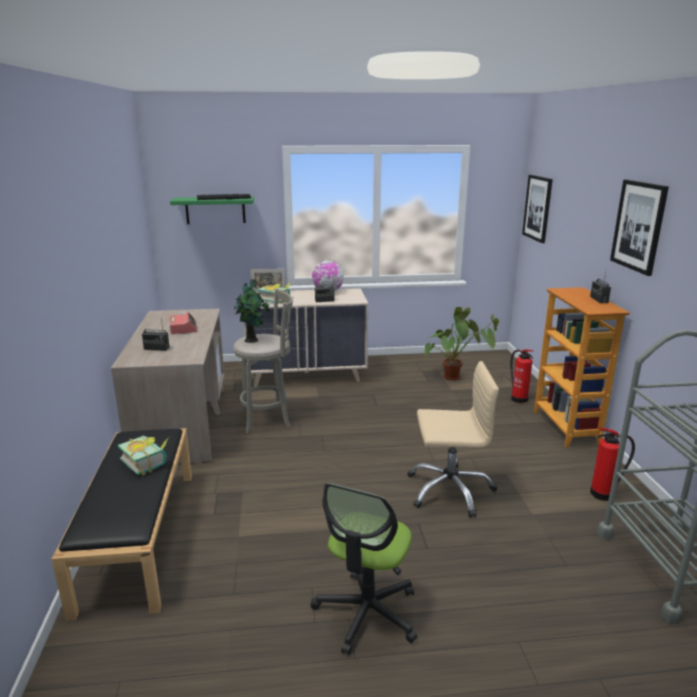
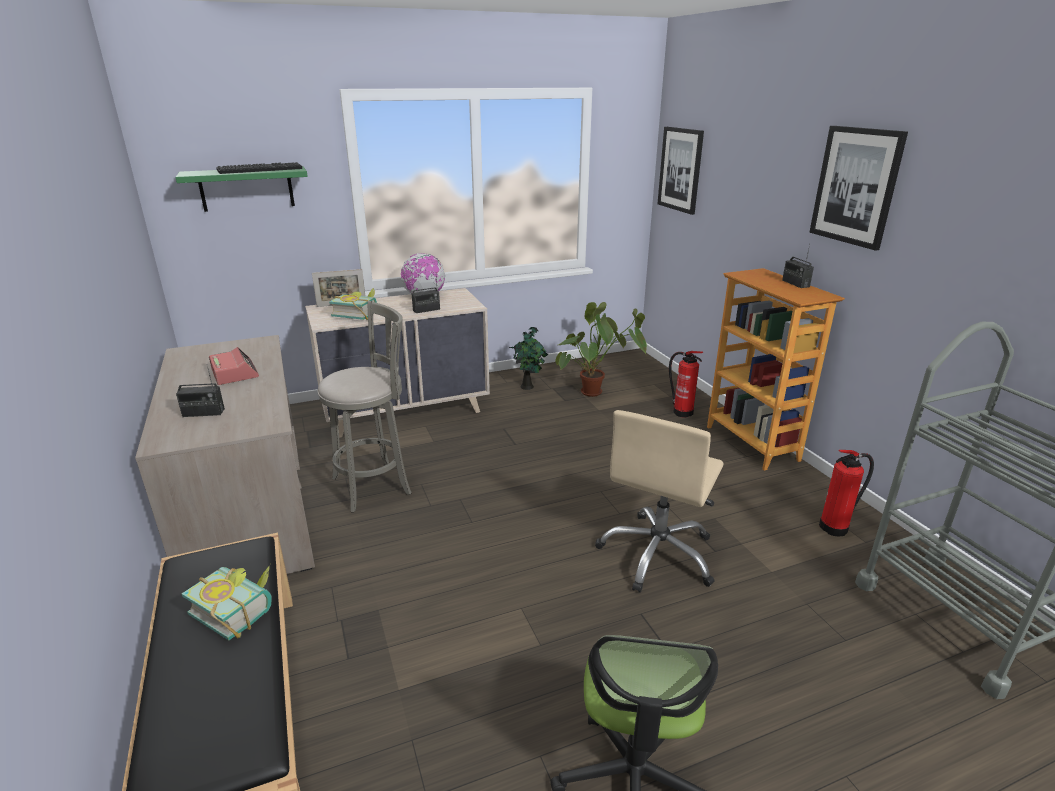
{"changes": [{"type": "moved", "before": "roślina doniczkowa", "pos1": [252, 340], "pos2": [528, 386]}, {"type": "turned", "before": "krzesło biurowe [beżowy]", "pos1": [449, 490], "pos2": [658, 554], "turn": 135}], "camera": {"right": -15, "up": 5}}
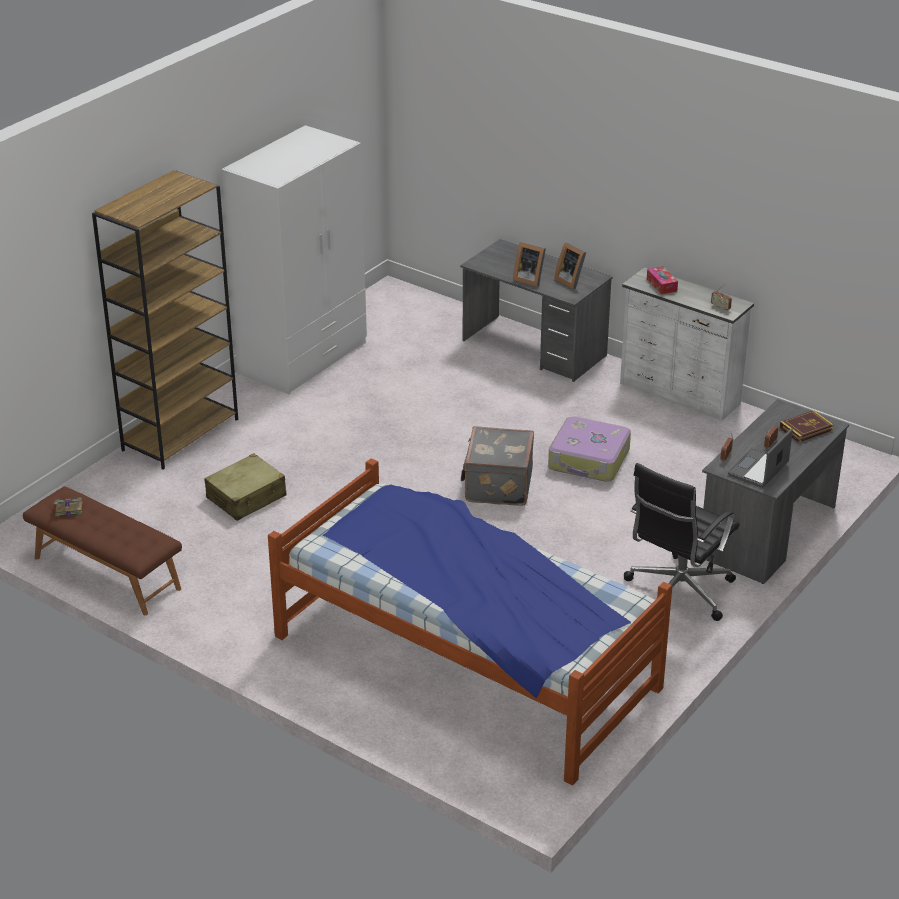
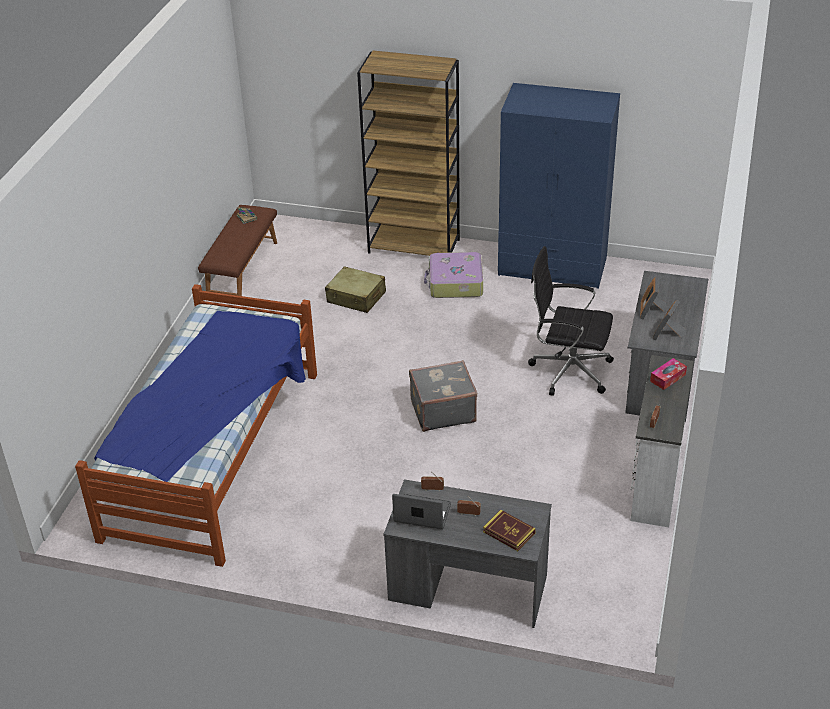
{"changes": [{"type": "moved", "before": "walizka", "pos1": [589, 460], "pos2": [455, 283]}, {"type": "recoloured", "before": "szafa [biały]", "after": "szafa [niebieski]", "pos1": [304, 358], "pos2": [553, 267]}, {"type": "moved", "before": "krzesło biurowe [czarny]", "pos1": [677, 593], "pos2": [568, 370]}], "camera": {"right": 70, "up": 5}}
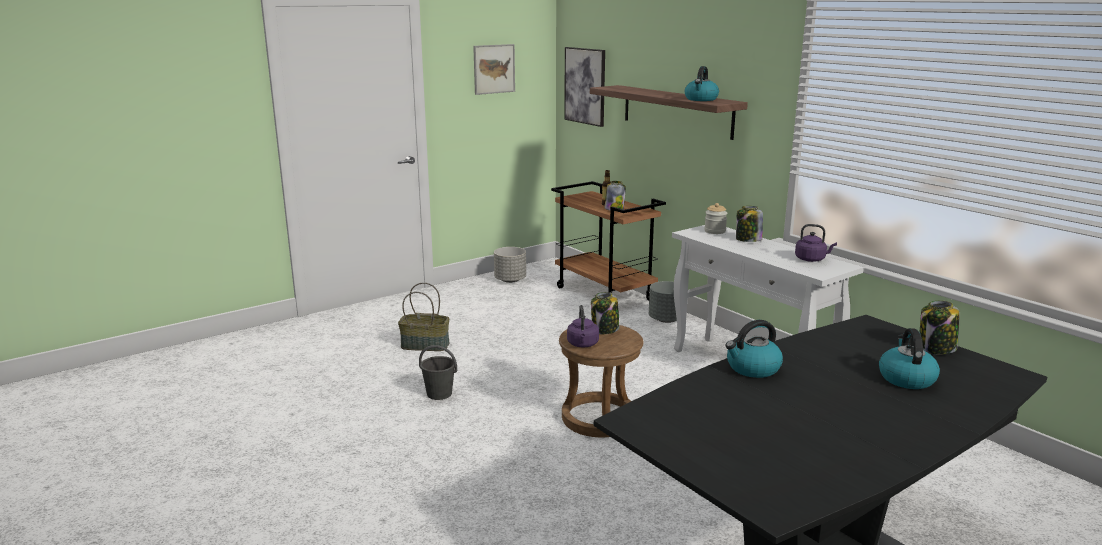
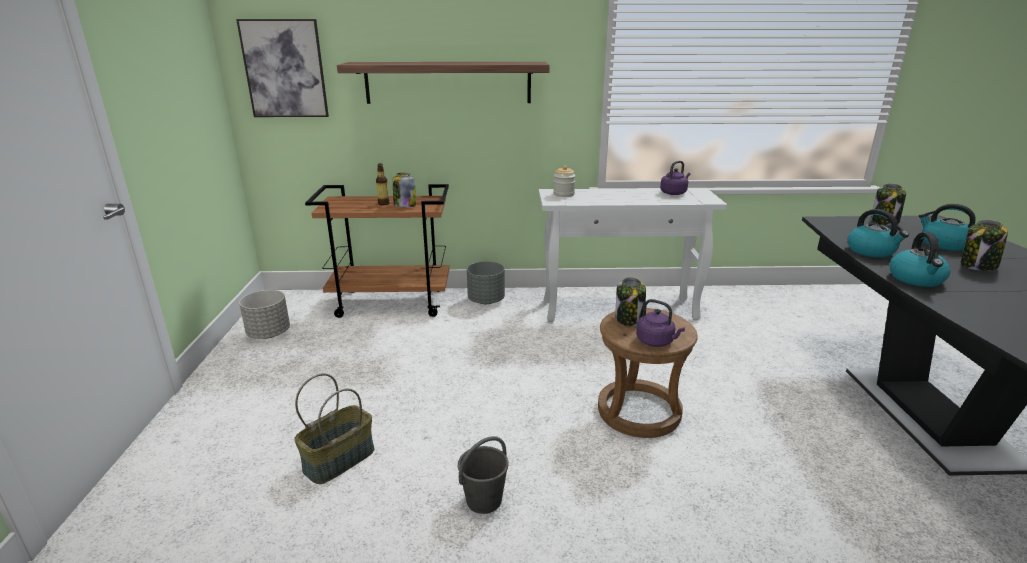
{"changes": [{"type": "moved", "before": "czajnik", "pos1": [701, 99], "pos2": [871, 251]}, {"type": "moved", "before": "słoik", "pos1": [748, 240], "pos2": [978, 266]}, {"type": "removed", "before": "obraz", "pos1": [494, 69]}], "camera": {"right": -55, "up": 5}}
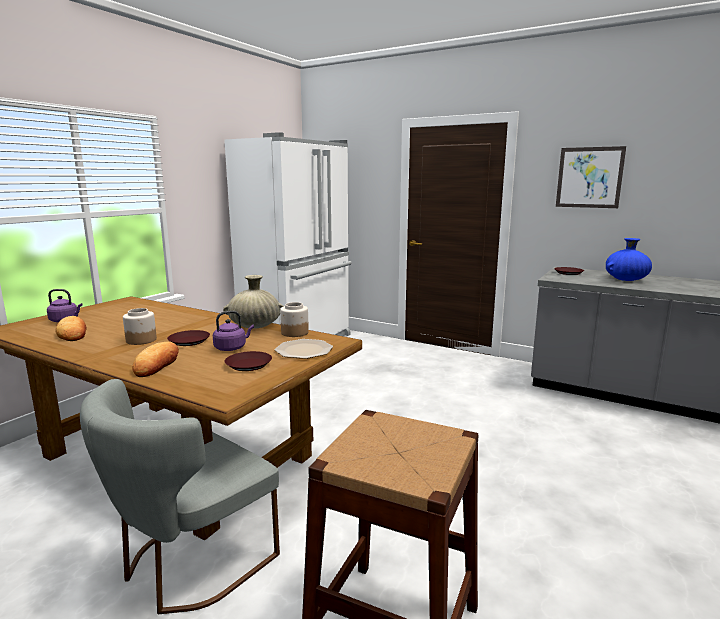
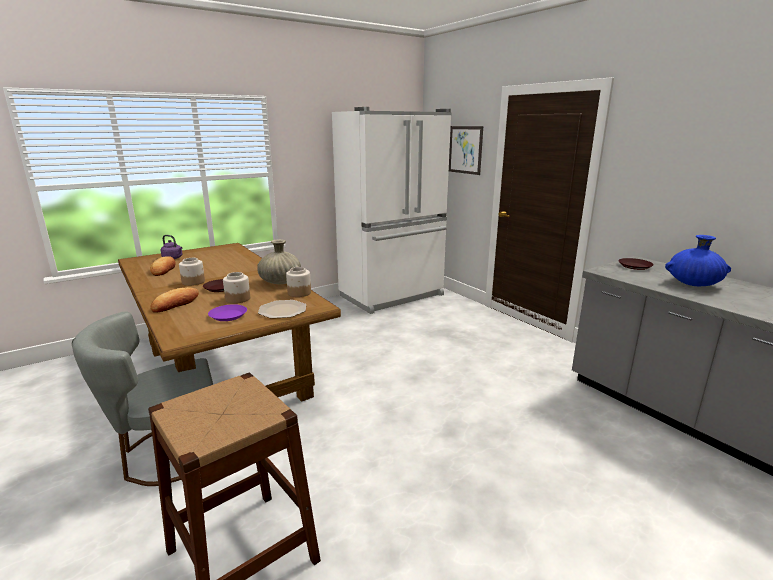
{"changes": [{"type": "recoloured", "before": "talerz [brązowy]", "after": "talerz [fioletowy]", "pos1": [248, 365], "pos2": [228, 316]}, {"type": "replaced", "before": "czajnik [fioletowy]", "after": "słoik", "pos1": [232, 348], "pos2": [238, 299]}, {"type": "moved", "before": "obraz", "pos1": [589, 177], "pos2": [465, 150]}], "camera": {"right": 25, "up": 5}}
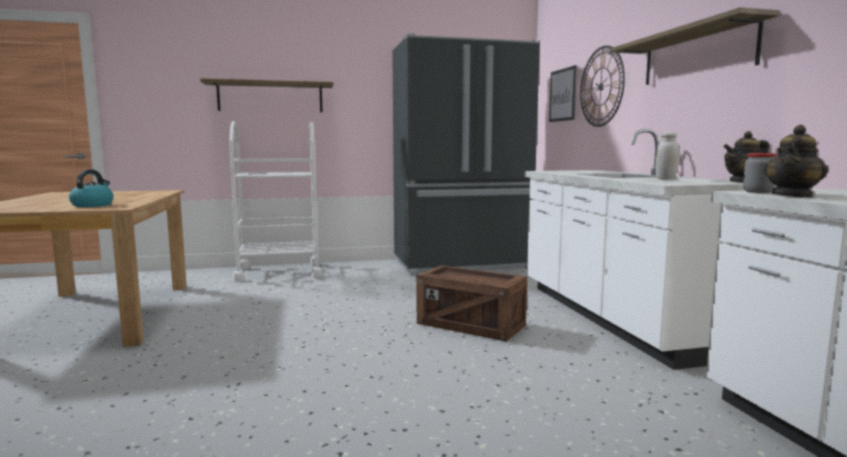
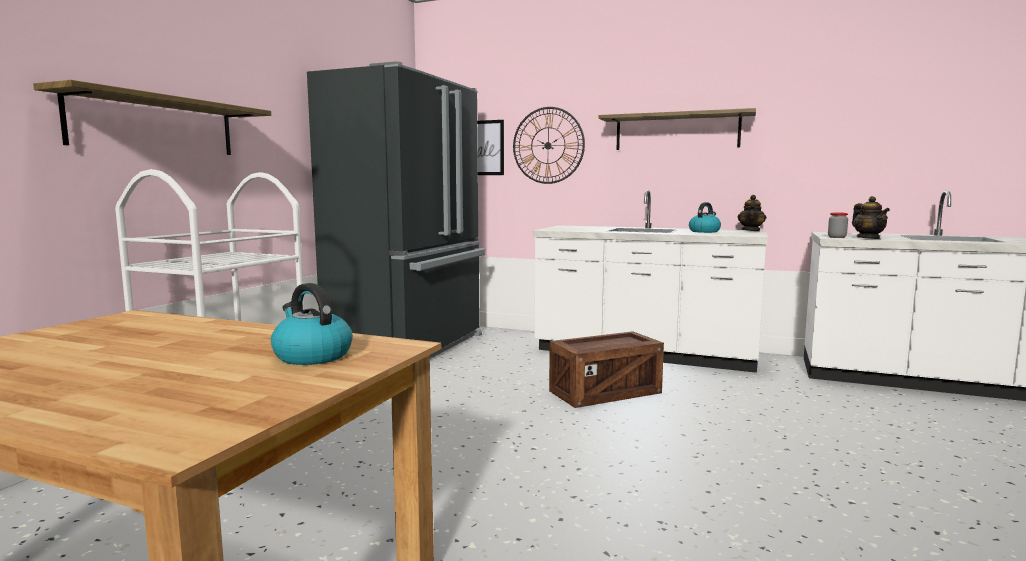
{"changes": [{"type": "replaced", "before": "słoik [biały]", "after": "czajnik", "pos1": [665, 179], "pos2": [704, 231]}], "camera": {"right": -55, "up": 0}}
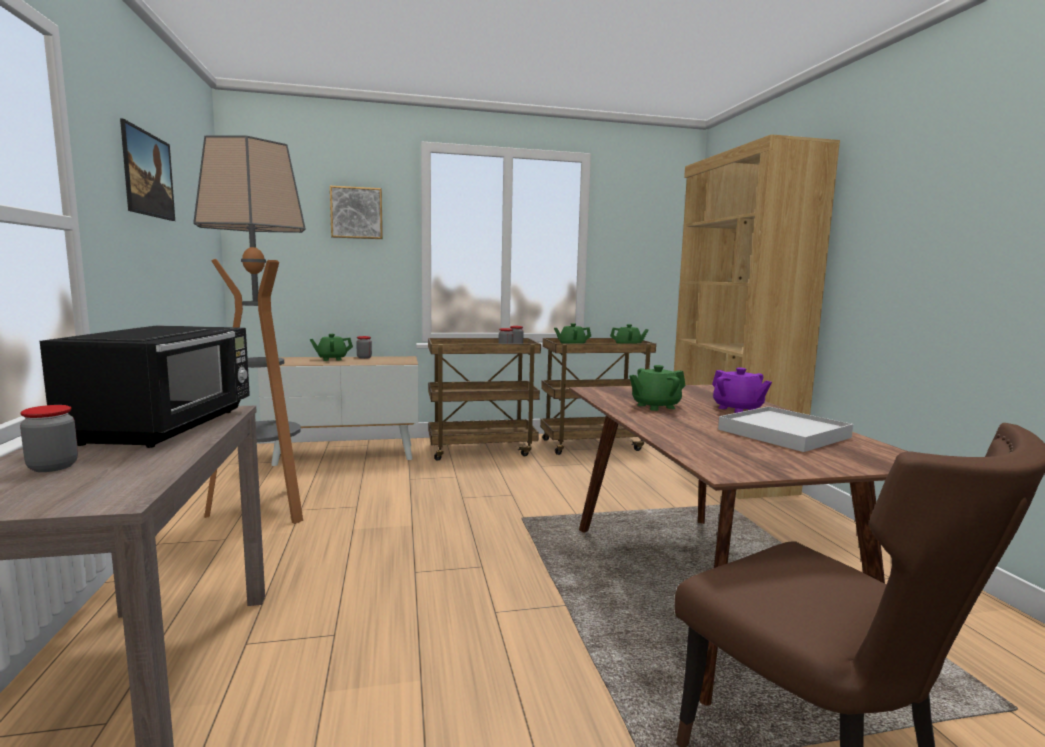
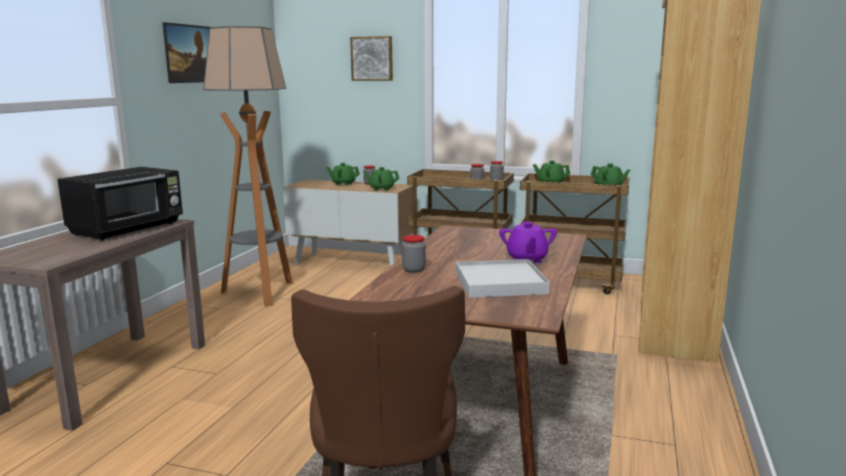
{"changes": [{"type": "moved", "before": "imbryk [zielony]", "pos1": [655, 406], "pos2": [381, 189]}, {"type": "moved", "before": "słoik", "pos1": [53, 467], "pos2": [413, 269]}], "camera": {"right": 30, "up": 5}}
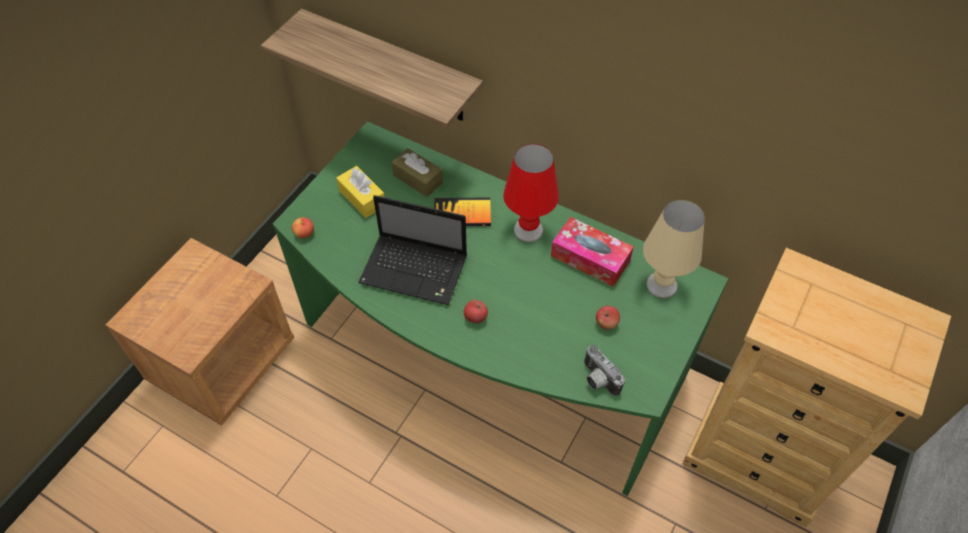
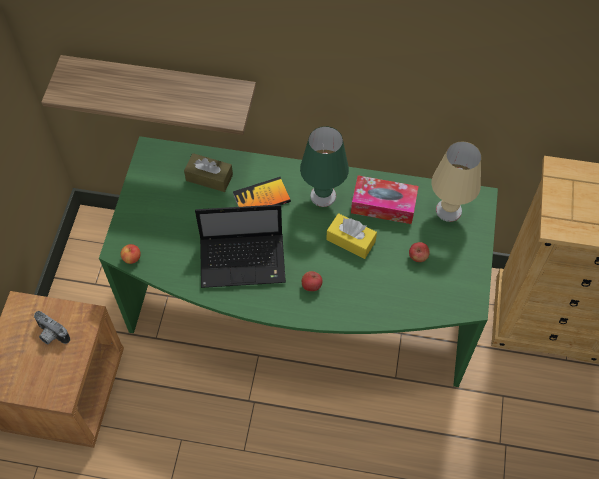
{"changes": [{"type": "moved", "before": "aparat fotograficzny", "pos1": [597, 380], "pos2": [51, 335]}, {"type": "recoloured", "before": "lampa stołowa [czerwony]", "after": "lampa stołowa [zielony]", "pos1": [528, 229], "pos2": [323, 195]}, {"type": "moved", "before": "pudełko chusteczek [żółty]", "pos1": [362, 198], "pos2": [350, 240]}], "camera": {"right": -20, "up": 5}}
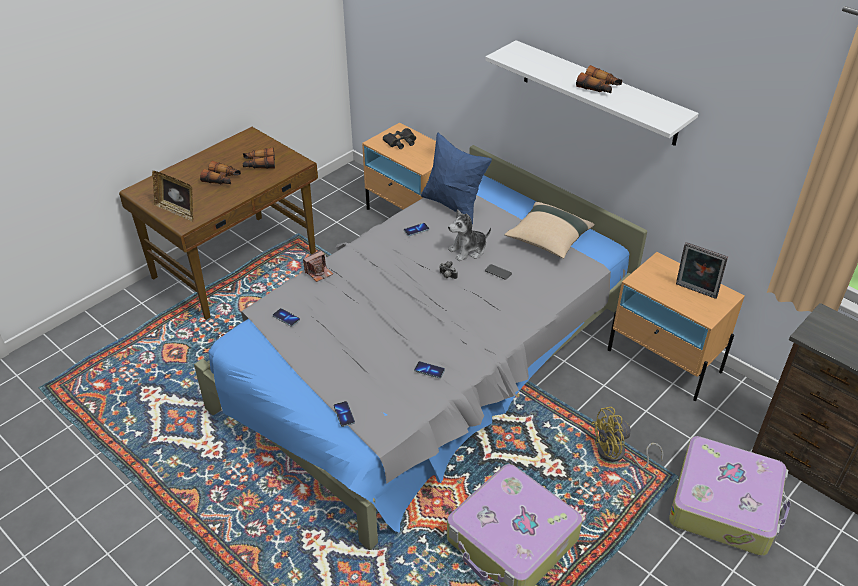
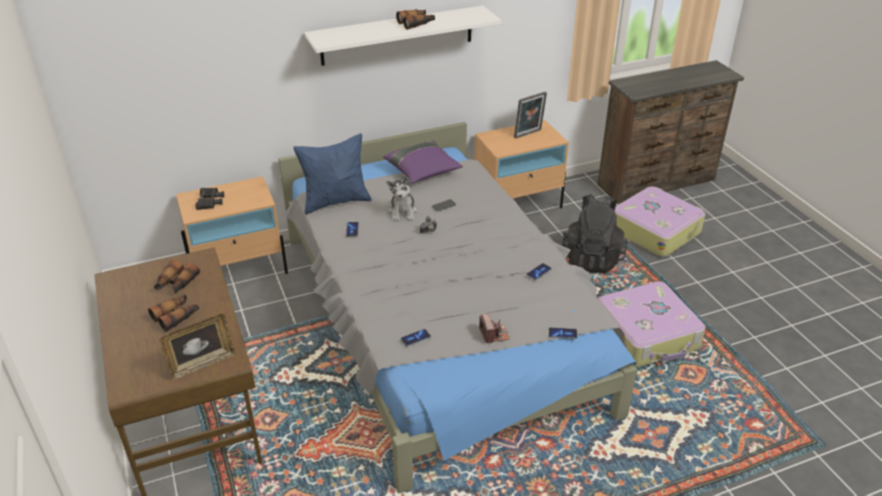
{"changes": [{"type": "recoloured", "before": "poduszka [beżowy]", "after": "poduszka [fioletowy]", "pos1": [548, 240], "pos2": [423, 172]}, {"type": "moved", "before": "aparat fotograficzny", "pos1": [319, 272], "pos2": [494, 334]}, {"type": "replaced", "before": "wentylator [żółty]", "after": "plecak [czarny]", "pos1": [617, 455], "pos2": [592, 258]}], "camera": {"right": -65, "up": -5}}
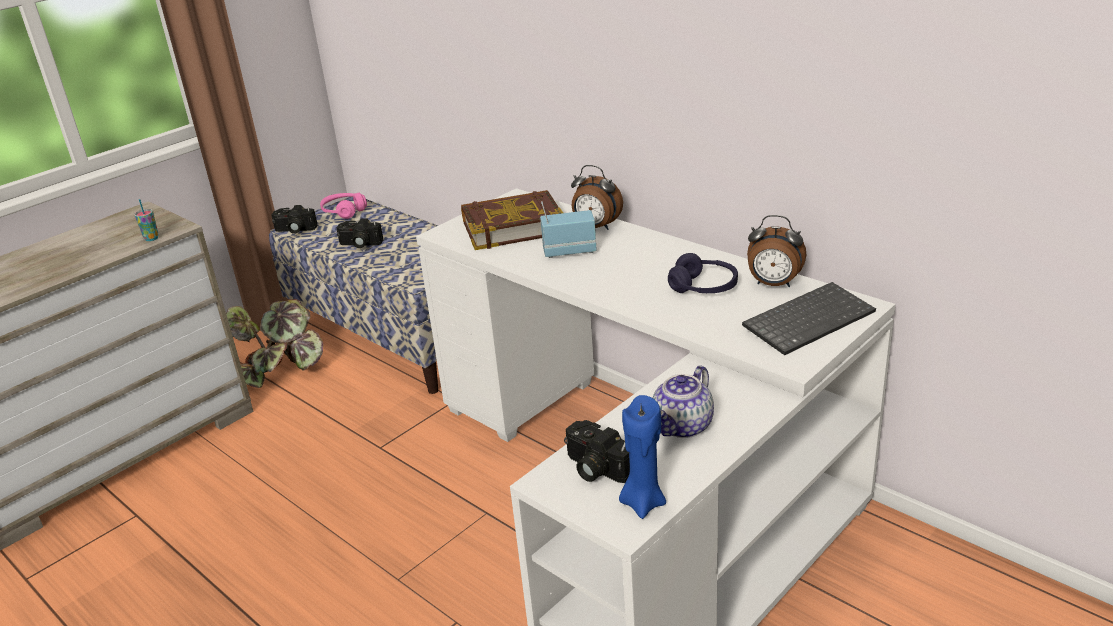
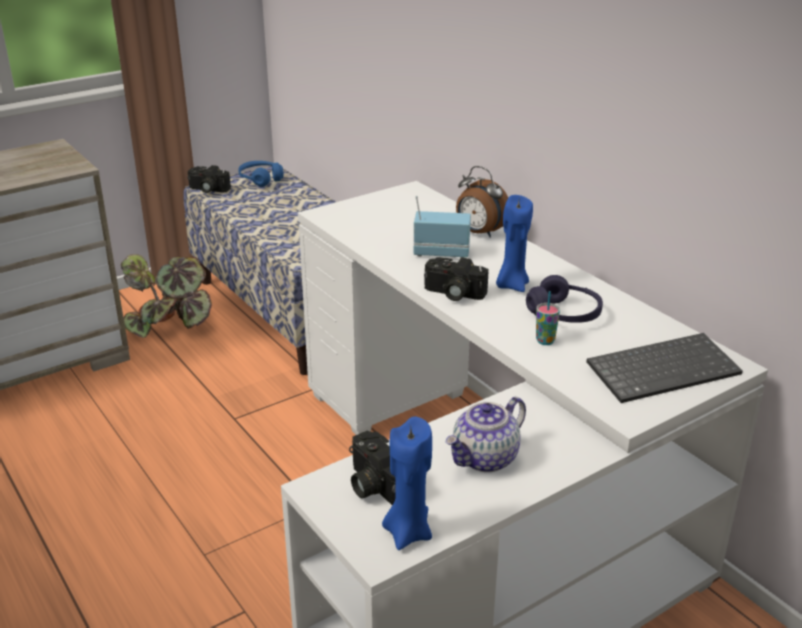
{"changes": [{"type": "recoloured", "before": "słuchawki [różowy]", "after": "słuchawki [niebieski]", "pos1": [344, 211], "pos2": [261, 179]}, {"type": "moved", "before": "aparat fotograficzny", "pos1": [359, 244], "pos2": [453, 294]}, {"type": "added", "after": "świeca [niebieski]", "pos2": [511, 285]}, {"type": "moved", "before": "filiżanka", "pos1": [151, 238], "pos2": [545, 341]}, {"type": "removed", "before": "książka", "pos1": [512, 227]}, {"type": "removed", "before": "budzik", "pos1": [773, 284]}], "camera": {"right": 10, "up": 0}}
